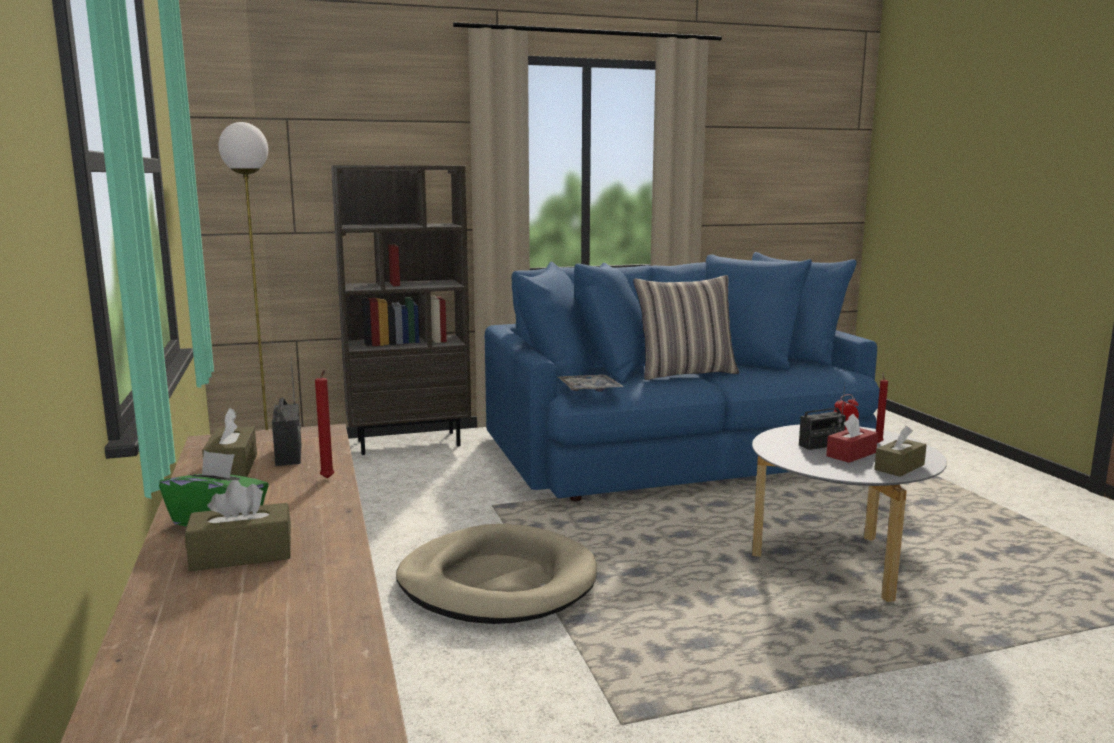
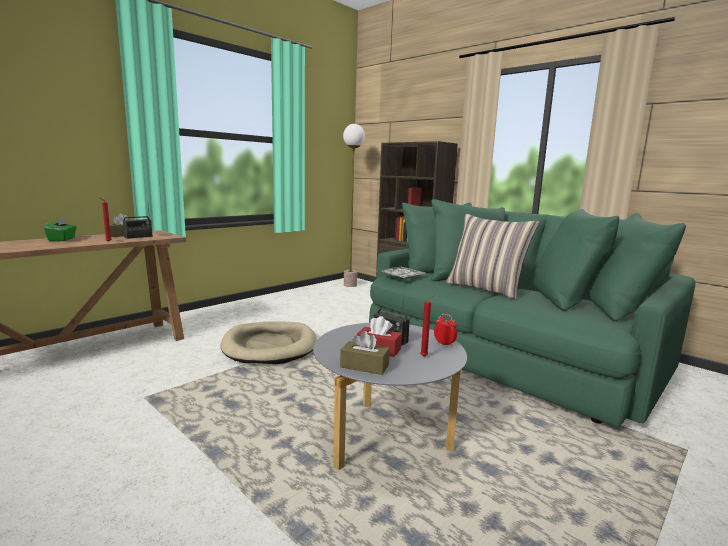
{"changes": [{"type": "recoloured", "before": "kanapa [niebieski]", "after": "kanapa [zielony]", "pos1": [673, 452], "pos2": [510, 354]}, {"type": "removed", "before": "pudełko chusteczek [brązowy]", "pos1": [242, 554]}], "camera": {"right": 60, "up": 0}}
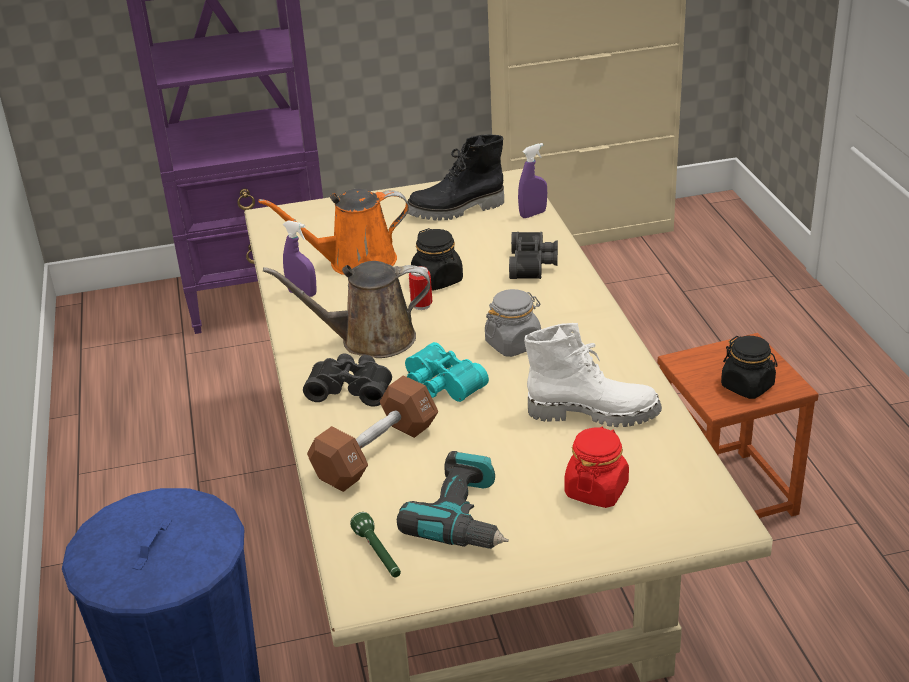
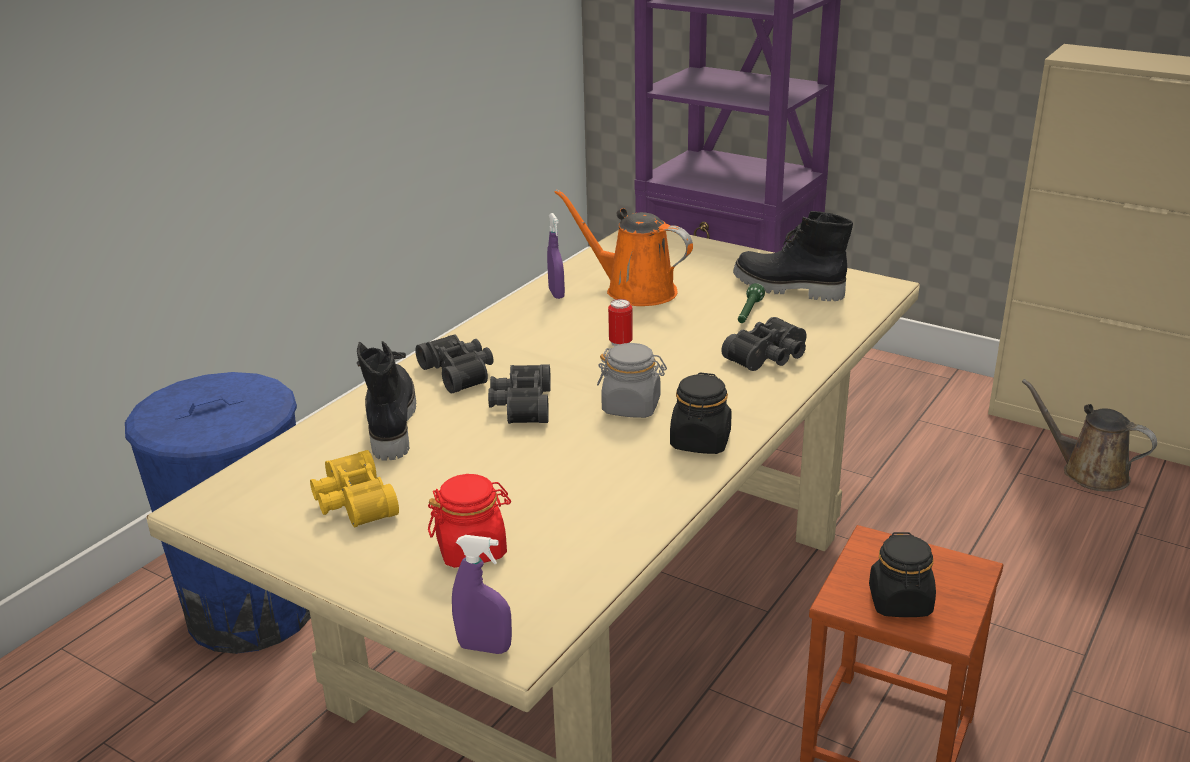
{"changes": [{"type": "replaced", "before": "wiertarka", "after": "lornetka [żółty]", "pos1": [464, 517], "pos2": [352, 503]}, {"type": "replaced", "before": "hantel [brązowy]", "after": "but z cholewką [czarny]", "pos1": [376, 452], "pos2": [390, 423]}, {"type": "moved", "before": "spryskiwacz [fioletowy]", "pos1": [533, 214], "pos2": [484, 647]}, {"type": "recoloured", "before": "lornetka [turkusowy]", "after": "lornetka [czarny]", "pos1": [440, 385], "pos2": [520, 405]}, {"type": "moved", "before": "słoik [czarny]", "pos1": [437, 280], "pos2": [700, 442]}, {"type": "moved", "before": "latarka [zielony]", "pos1": [378, 554], "pos2": [748, 313]}, {"type": "moved", "before": "konewka [brązowy]", "pos1": [370, 340], "pos2": [1088, 472]}, {"type": "removed", "before": "but z cholewką [biały]", "pos1": [593, 412]}], "camera": {"right": 45, "up": -5}}
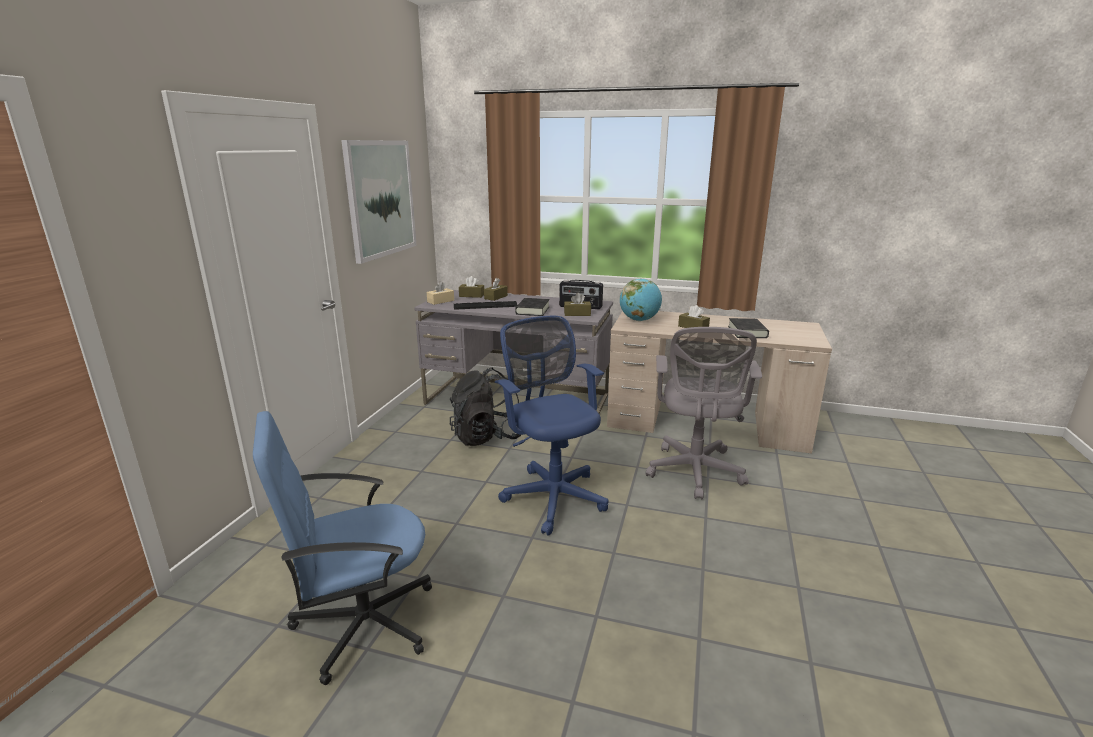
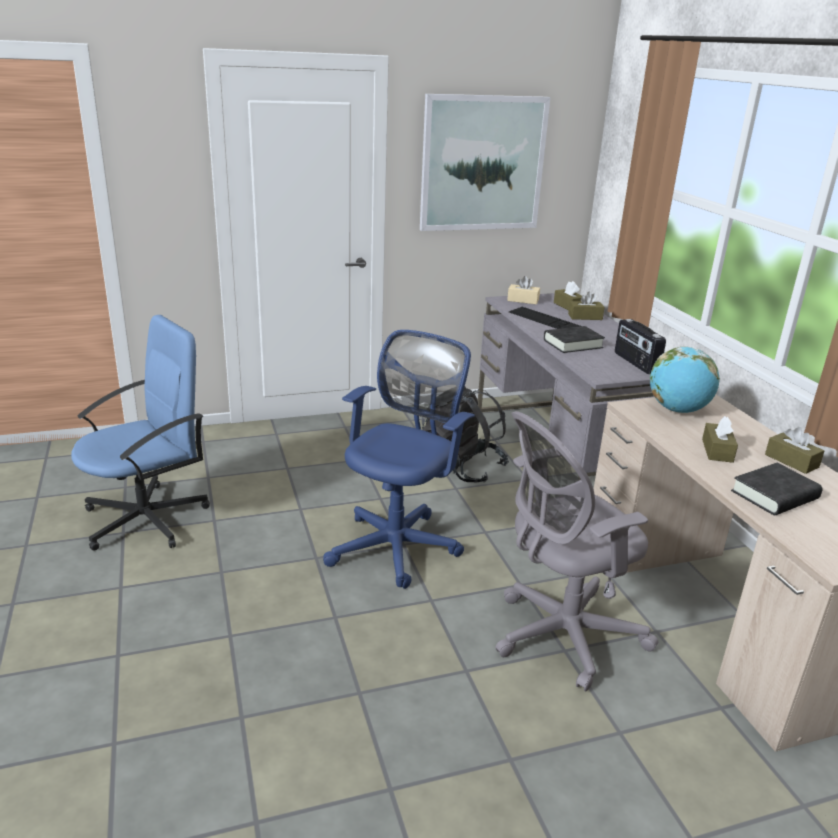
{"changes": [{"type": "turned", "before": "krzesło biurowe [niebieski]", "pos1": [362, 623], "pos2": [147, 518], "turn": 105}, {"type": "moved", "before": "pudełko chusteczek [brązowy]", "pos1": [577, 314], "pos2": [791, 461]}], "camera": {"right": 55, "up": 5}}
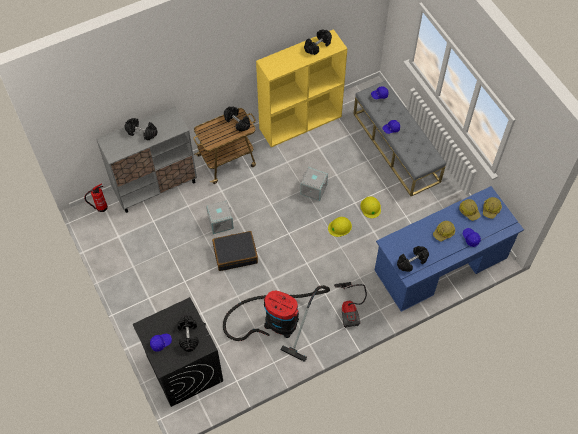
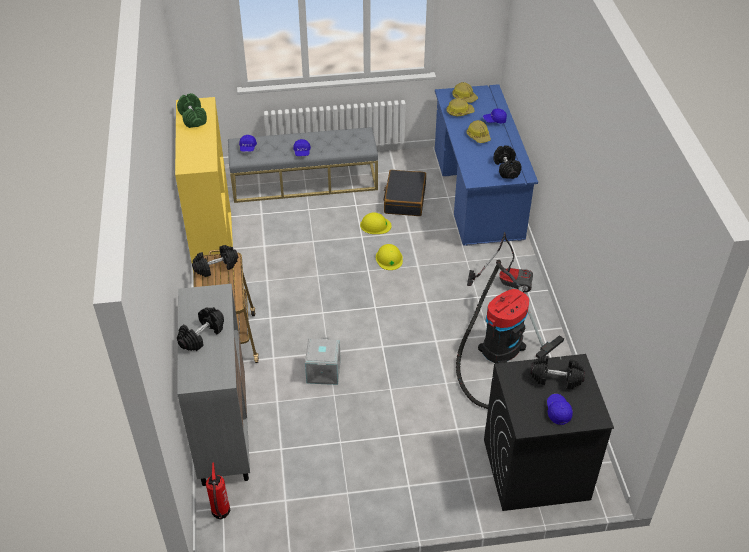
{"changes": [{"type": "recoloured", "before": "hantel [czarny]", "after": "hantel [zielony]", "pos1": [317, 46], "pos2": [192, 118]}, {"type": "moved", "before": "walizka [czarny]", "pos1": [235, 254], "pos2": [404, 199]}, {"type": "removed", "before": "pojemnik do przechowywania [szary]", "pos1": [313, 189]}], "camera": {"right": -70, "up": -15}}
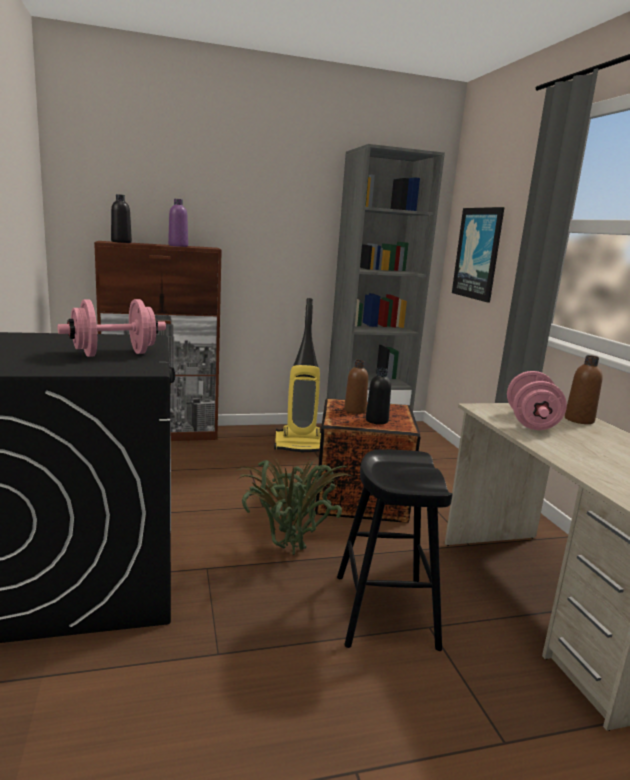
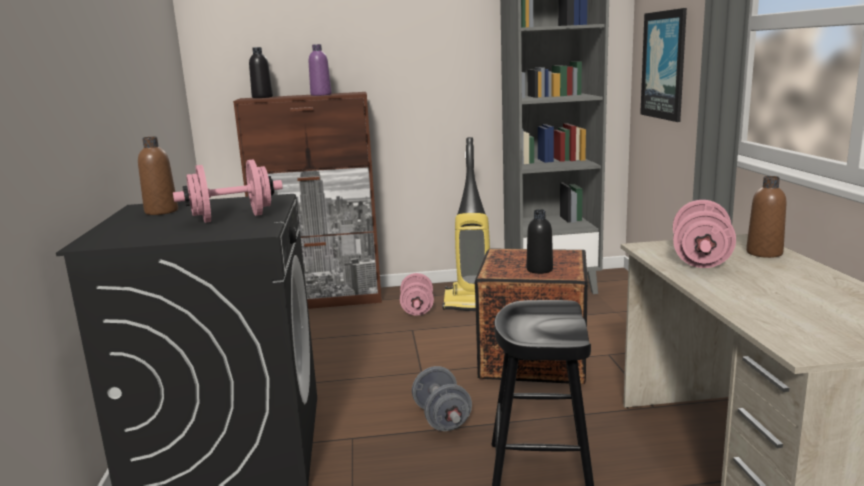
{"changes": [{"type": "moved", "before": "butelka [brązowy]", "pos1": [355, 410], "pos2": [161, 211]}, {"type": "added", "after": "hantel [różowy]", "pos2": [417, 309]}, {"type": "replaced", "before": "roślina doniczkowa", "after": "hantel [szary]", "pos1": [288, 551], "pos2": [442, 419]}], "camera": {"right": 10, "up": 0}}
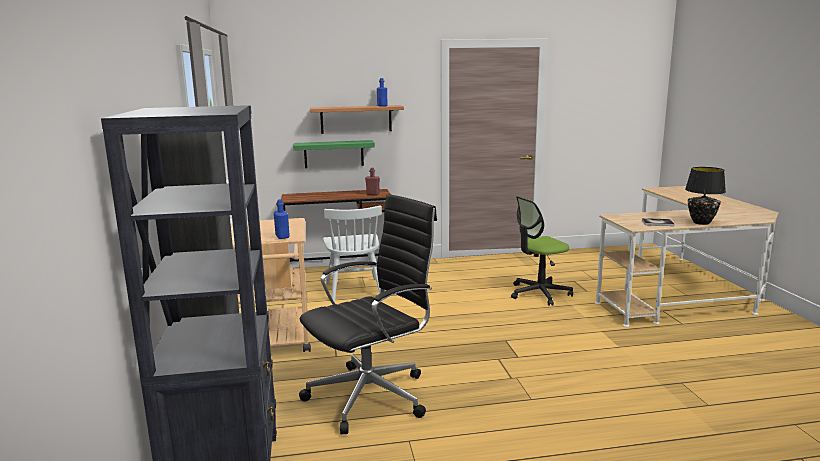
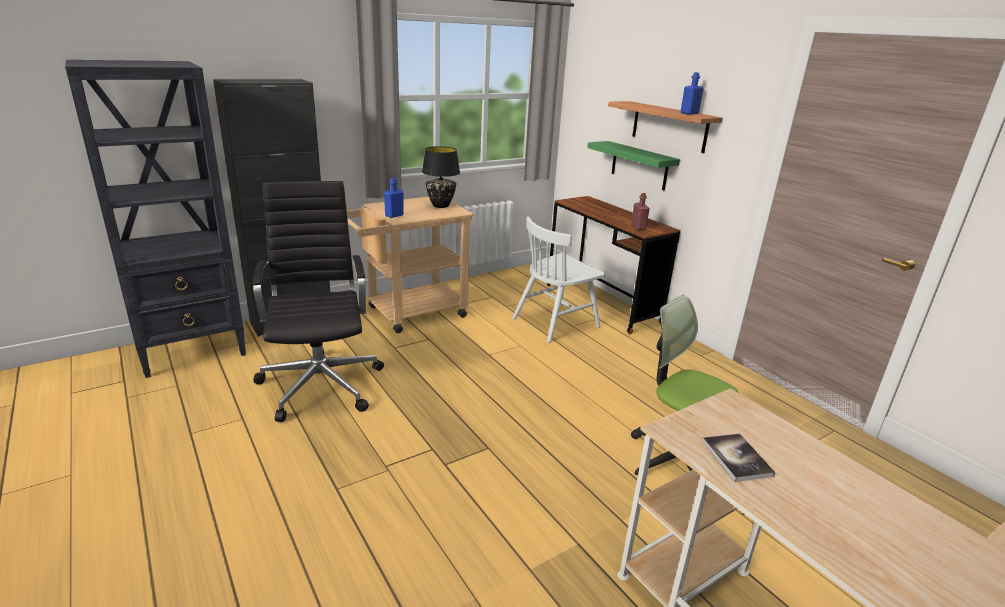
{"changes": [{"type": "turned", "before": "krzesło biurowe [czarny]", "pos1": [372, 396], "pos2": [321, 383], "turn": -135}, {"type": "moved", "before": "lampa stołowa [czarny]", "pos1": [701, 222], "pos2": [441, 206]}], "camera": {"right": 65, "up": 10}}
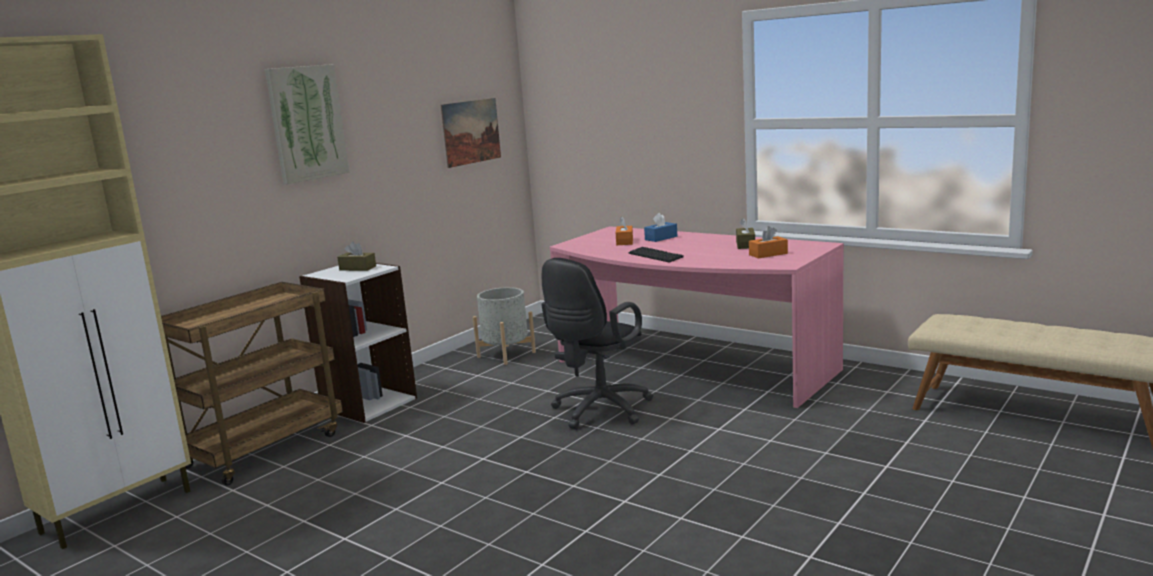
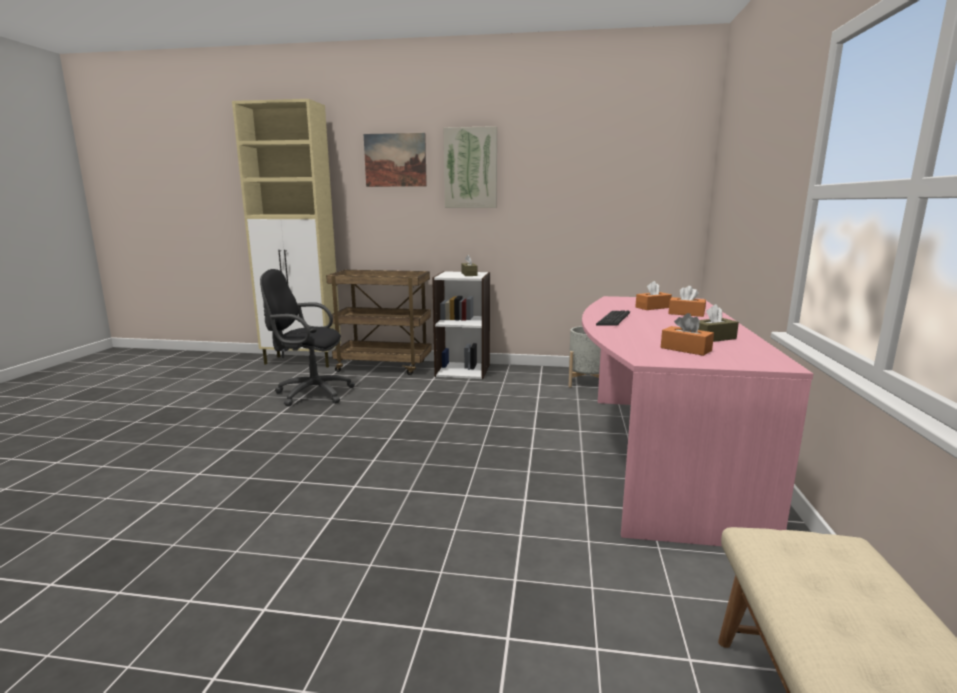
{"changes": [{"type": "moved", "before": "krzesło biurowe [czarny]", "pos1": [598, 412], "pos2": [310, 393]}, {"type": "moved", "before": "obraz", "pos1": [471, 132], "pos2": [395, 160]}, {"type": "recoloured", "before": "pudełko chusteczek [niebieski]", "after": "pudełko chusteczek [pomarańczowy]", "pos1": [661, 238], "pos2": [686, 313]}], "camera": {"right": 60, "up": 0}}
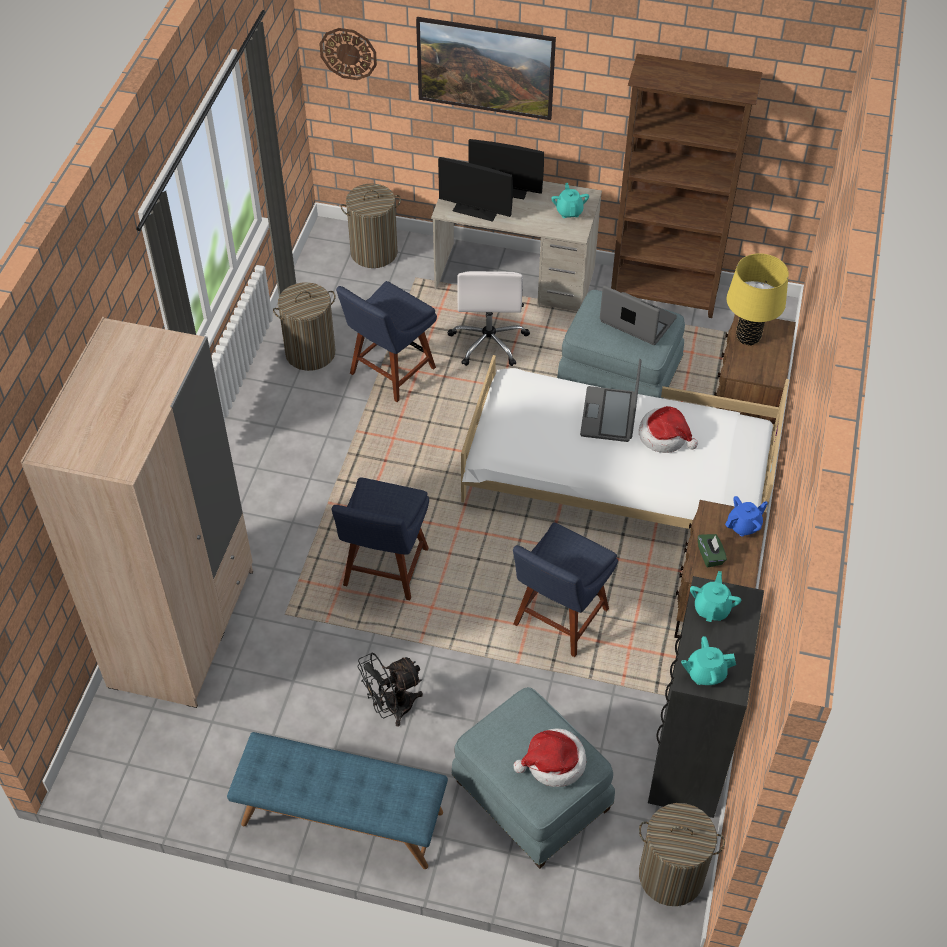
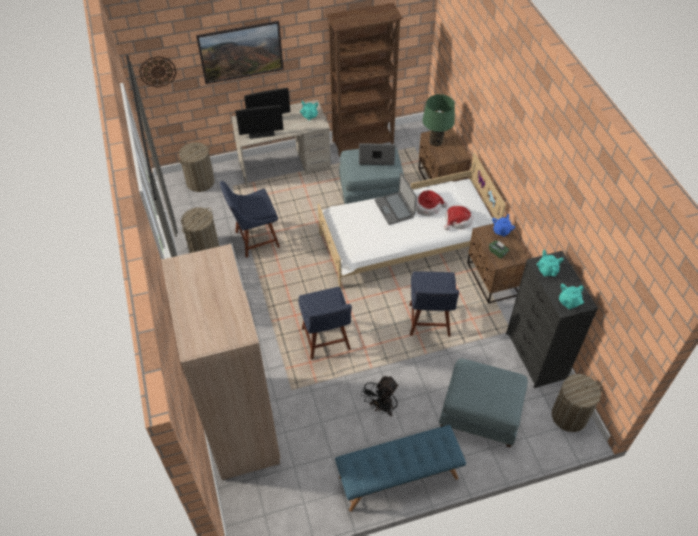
{"changes": [{"type": "turned", "before": "krzesło [niebieski]", "pos1": [389, 373], "pos2": [254, 240], "turn": 60}, {"type": "recoloured", "before": "lampa stołowa [żółty]", "after": "lampa stołowa [zielony]", "pos1": [748, 337], "pos2": [436, 142]}, {"type": "moved", "before": "kapelusz", "pos1": [553, 763], "pos2": [458, 220]}, {"type": "removed", "before": "krzesło biurowe [biały]", "pos1": [489, 341]}], "camera": {"right": -30, "up": 0}}
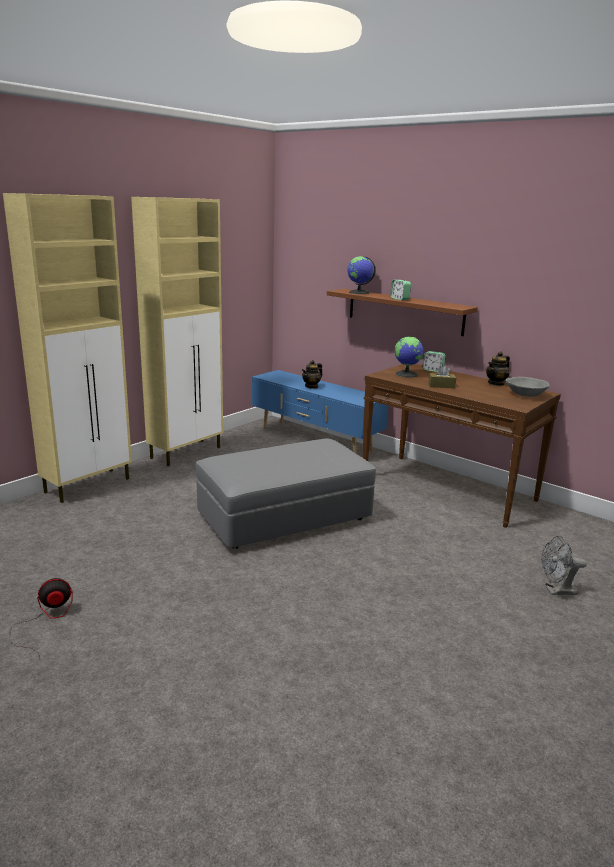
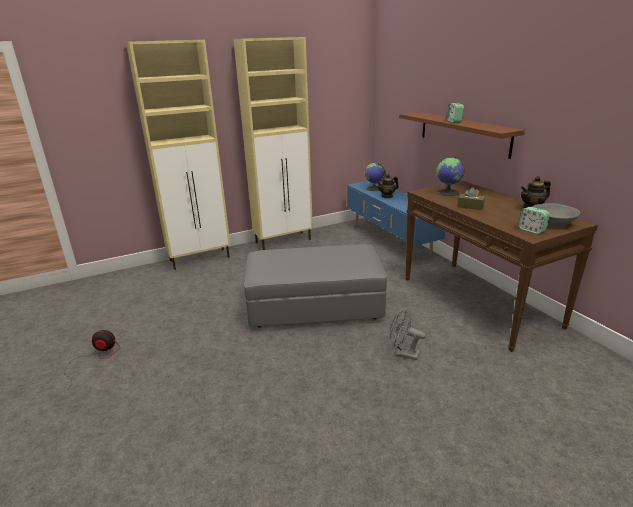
{"changes": [{"type": "moved", "before": "globus", "pos1": [359, 292], "pos2": [374, 189]}, {"type": "moved", "before": "wentylator [szary]", "pos1": [556, 591], "pos2": [403, 354]}, {"type": "moved", "before": "budzik", "pos1": [433, 370], "pos2": [532, 230]}], "camera": {"right": 25, "up": 5}}
